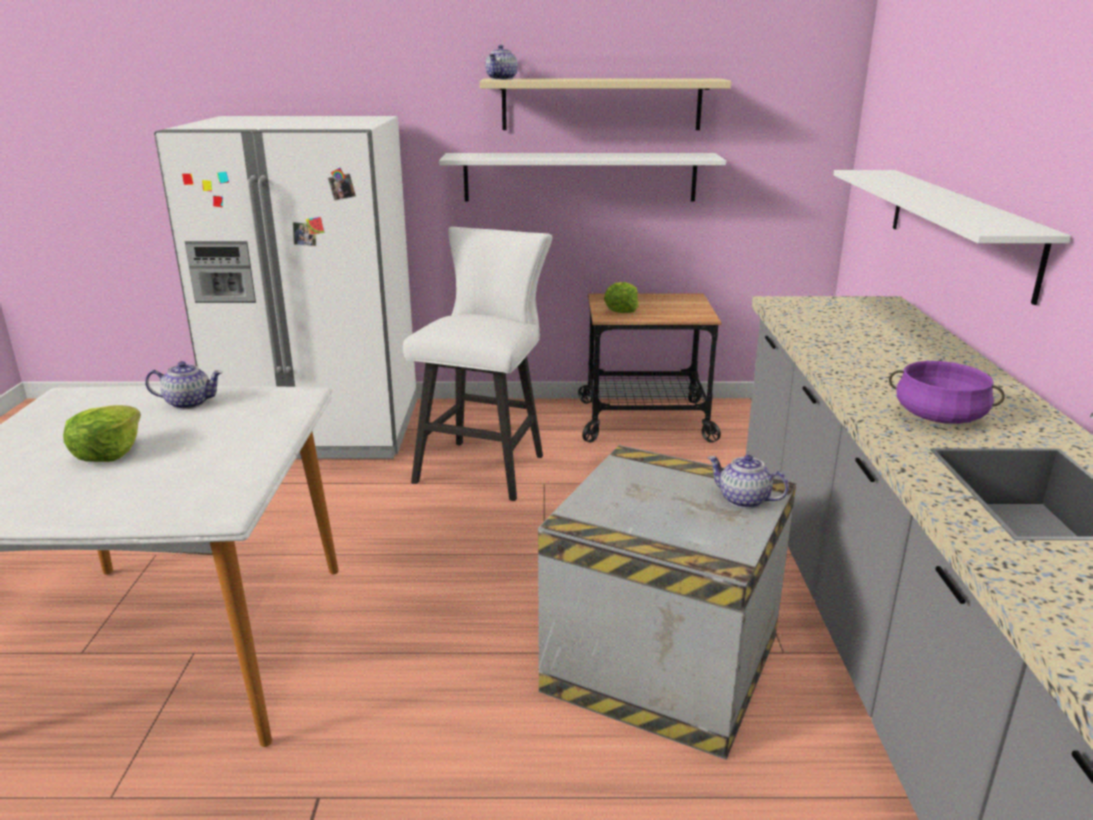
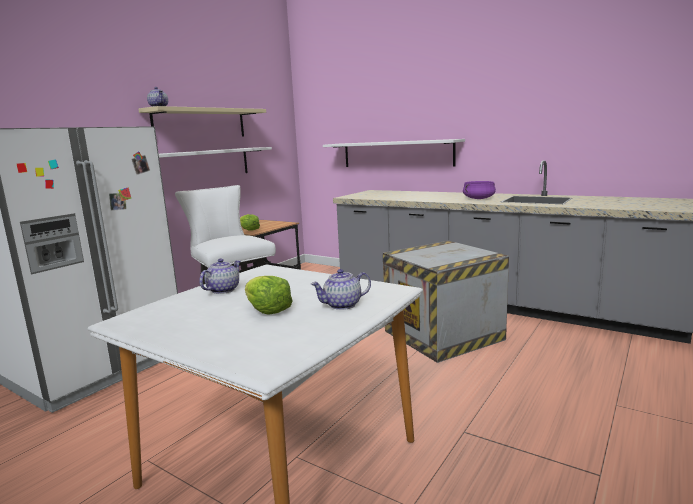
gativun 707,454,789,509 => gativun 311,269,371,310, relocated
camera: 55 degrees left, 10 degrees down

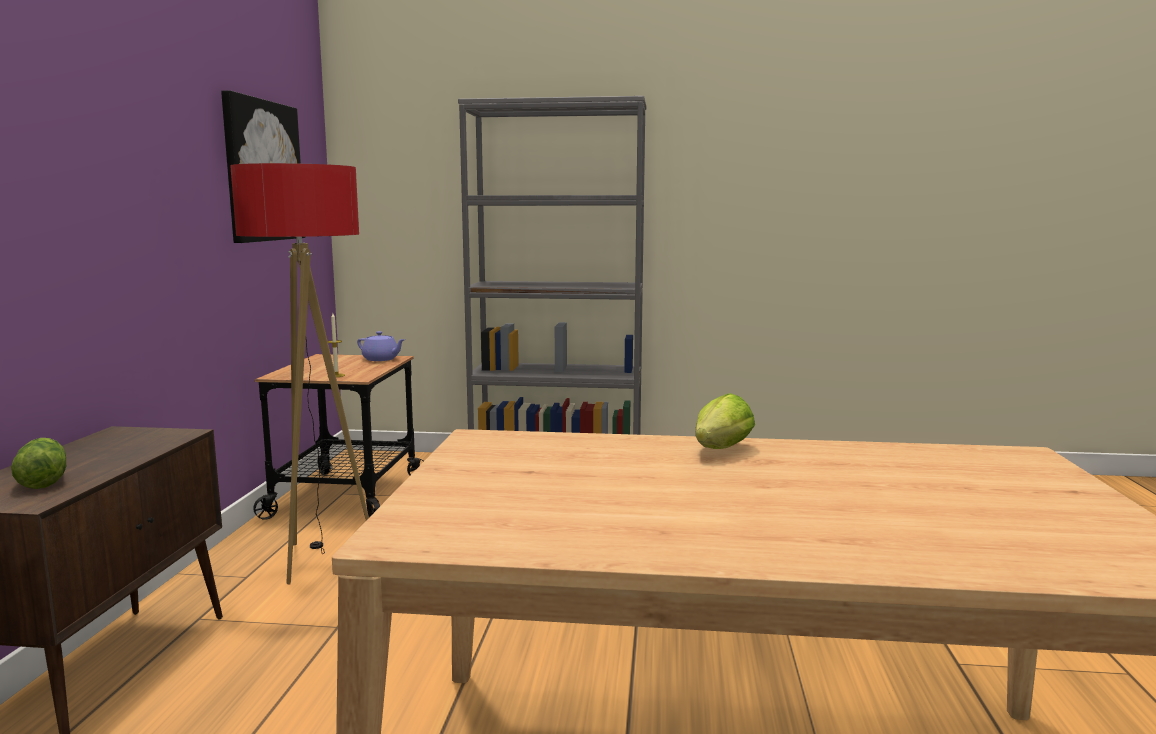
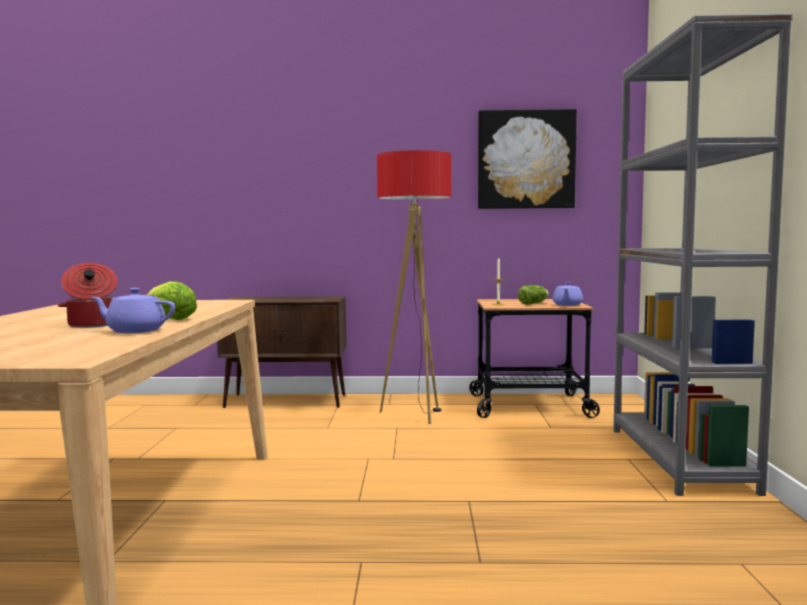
nothing => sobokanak 58,263,117,328
nothing => purple_gativun 91,288,175,333
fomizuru 11,438,66,489 => fomizuru 518,285,549,304, relocated
camera: 85 degrees right, 5 degrees down

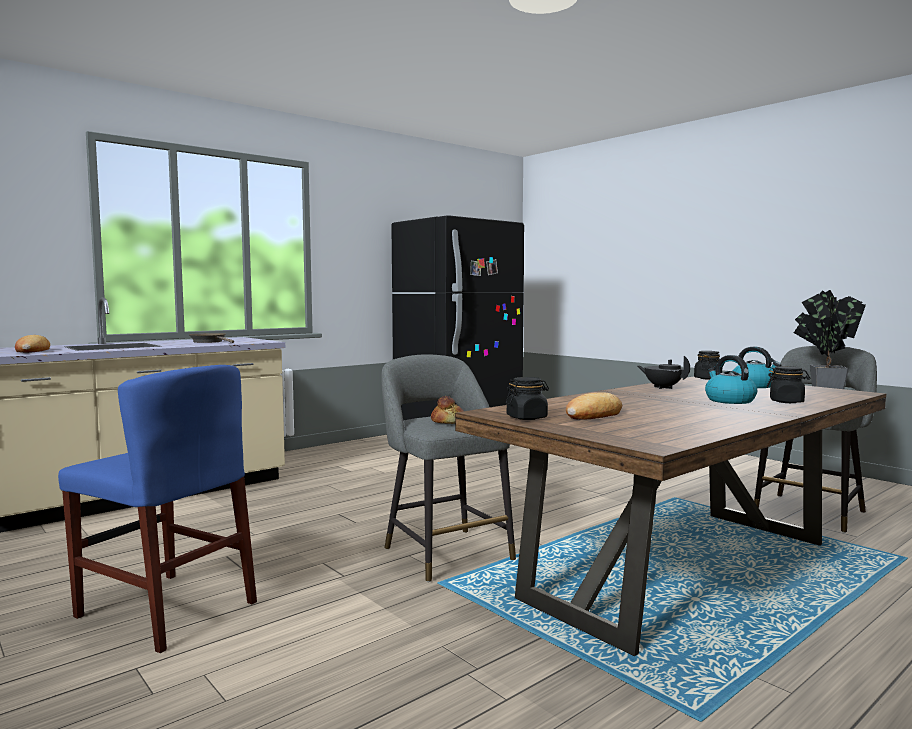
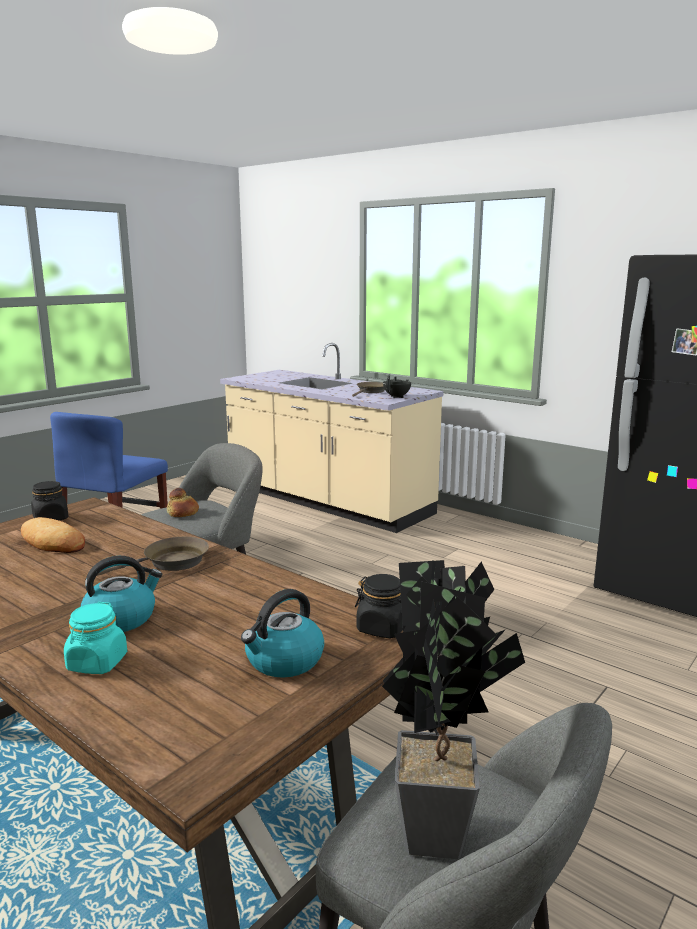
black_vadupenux 766,366,810,403 => turquoise_vadupenux 64,602,127,674
nothing => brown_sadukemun 97,537,209,576
black_gativun 638,356,690,389 => black_gativun 383,374,411,398, relocated
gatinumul 15,335,50,353 => nothing
camera: 80 degrees right, 10 degrees up

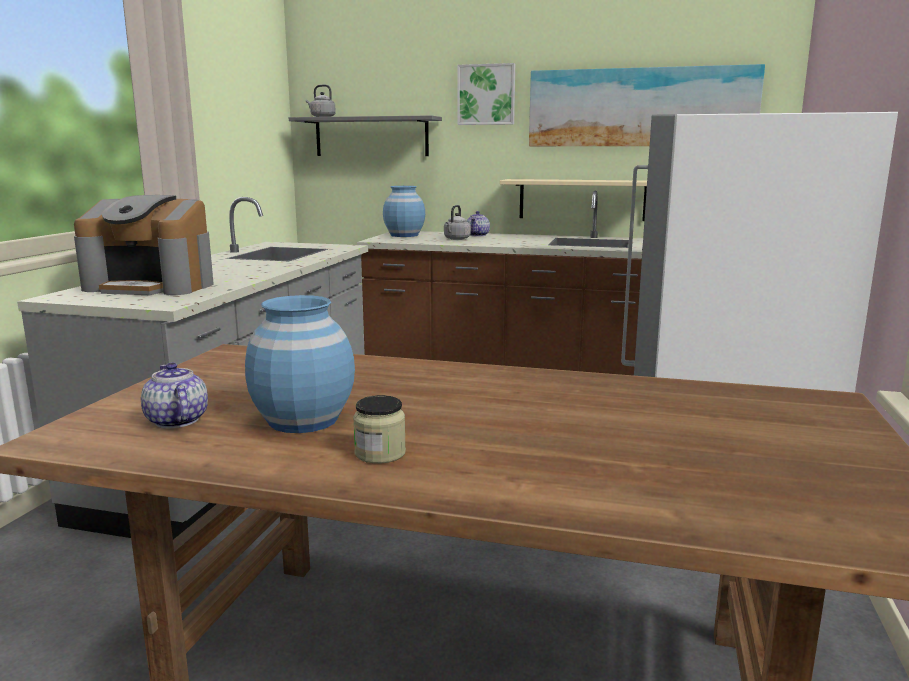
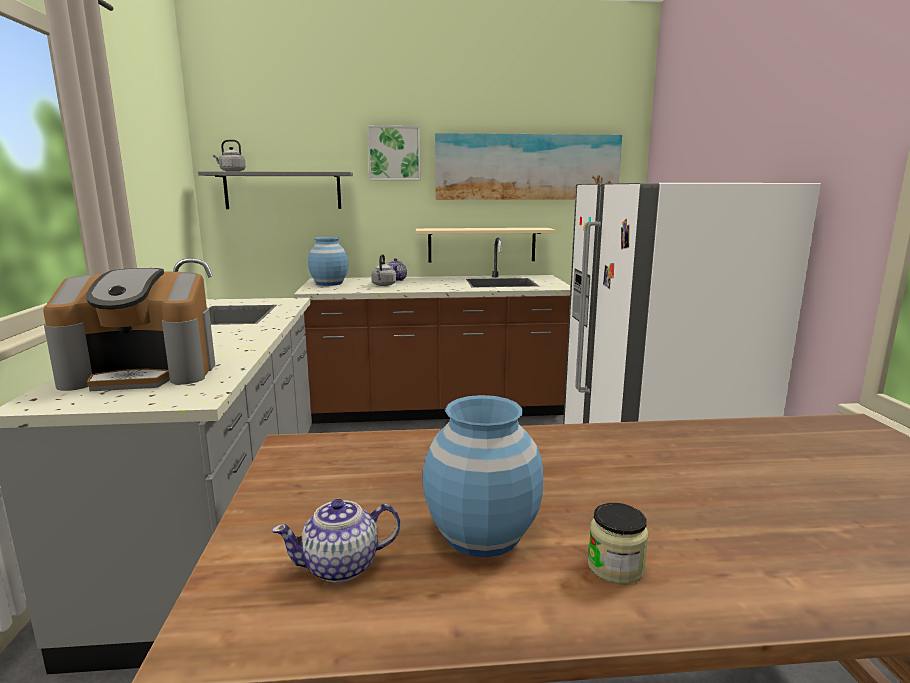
gativun 141,363,208,428 => gativun 271,499,401,583, 60 degrees counterclockwise
camera: 20 degrees left, 0 degrees up

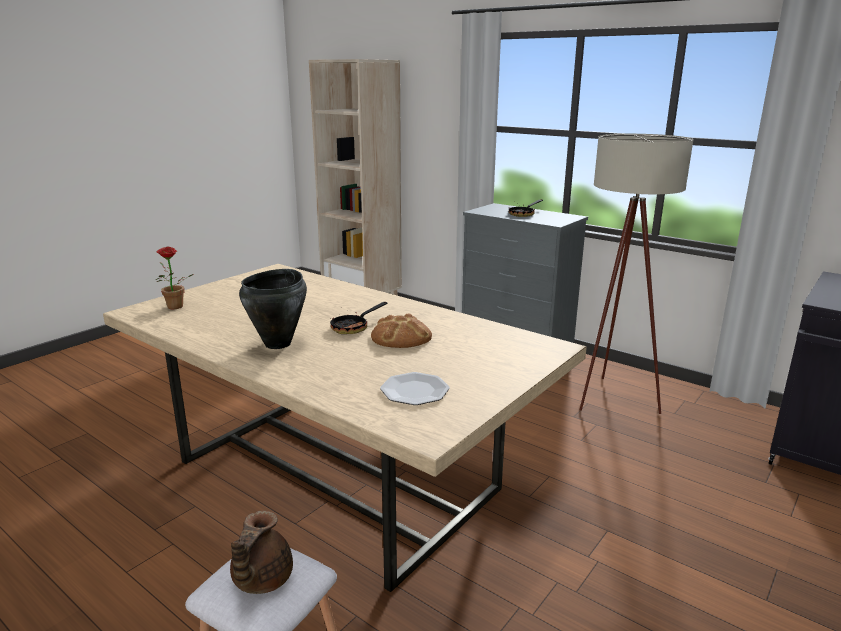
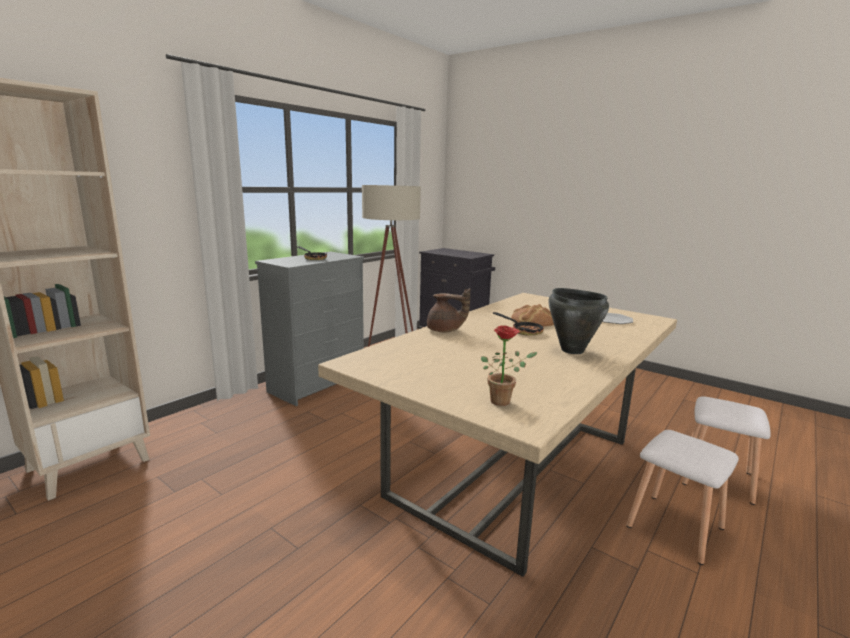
brown_gativun 230,511,293,594 => brown_gativun 427,288,470,333, relocated
nothing => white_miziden 626,430,739,565
camera: 90 degrees left, 5 degrees down

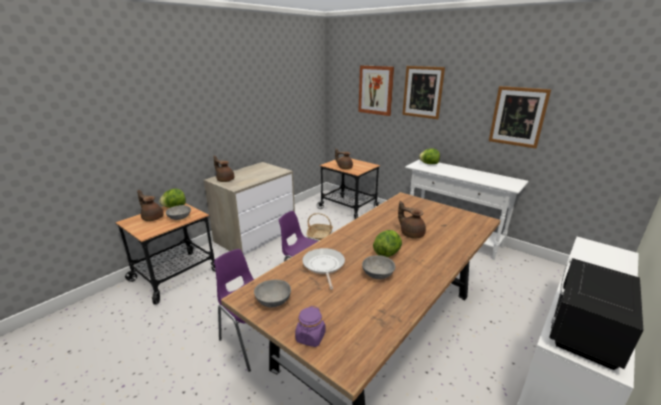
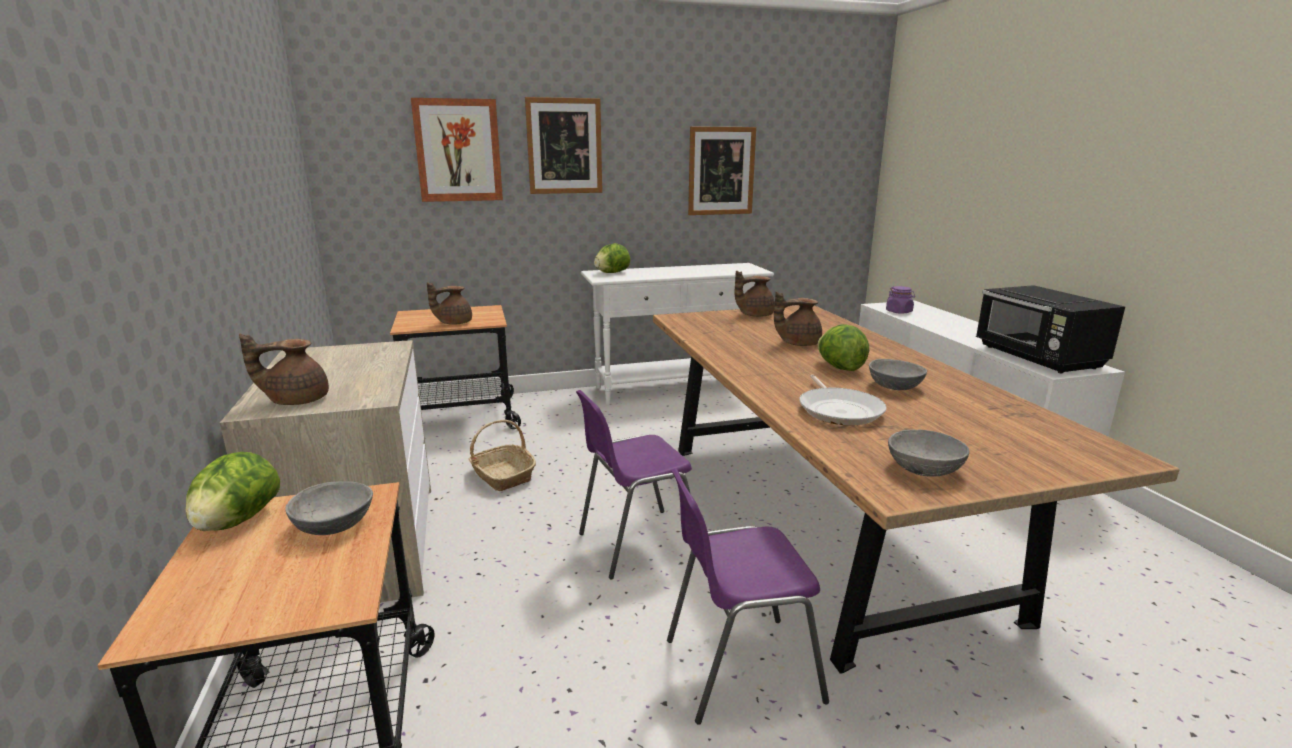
brown_gativun 137,190,164,221 => brown_gativun 734,271,775,317, relocated
sadukemun 302,248,345,290 => sadukemun 799,375,887,425, 120 degrees counterclockwise
purple_vadupenux 295,306,326,347 => purple_vadupenux 886,286,915,314, relocated
camera: 55 degrees left, 5 degrees down

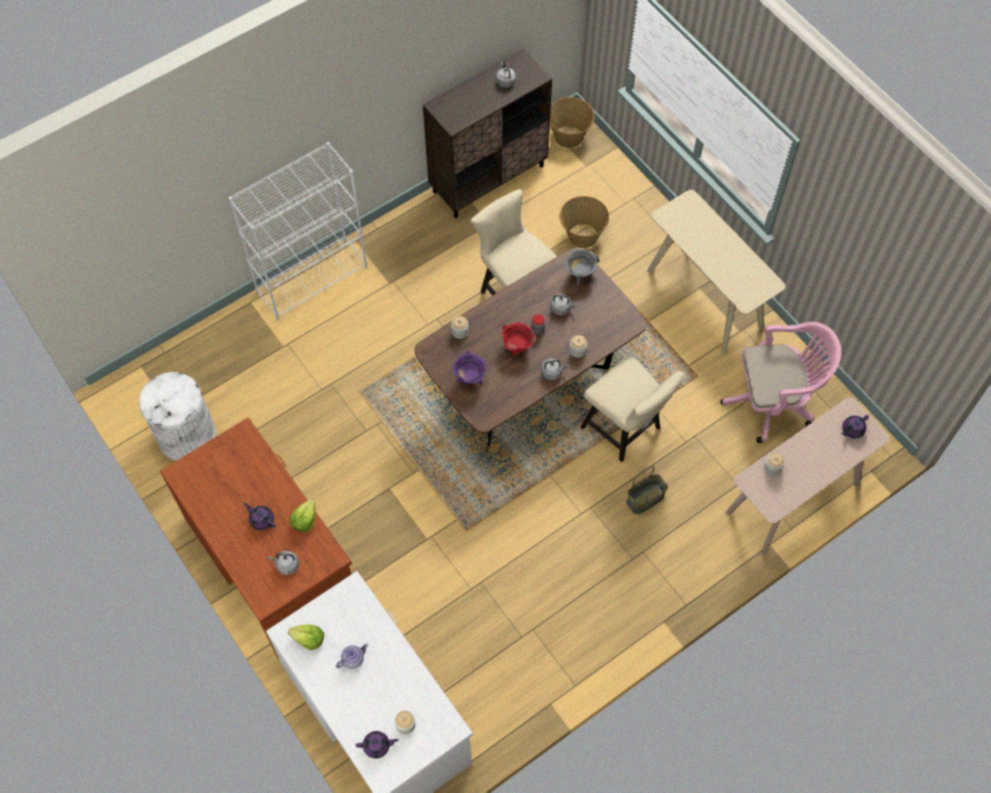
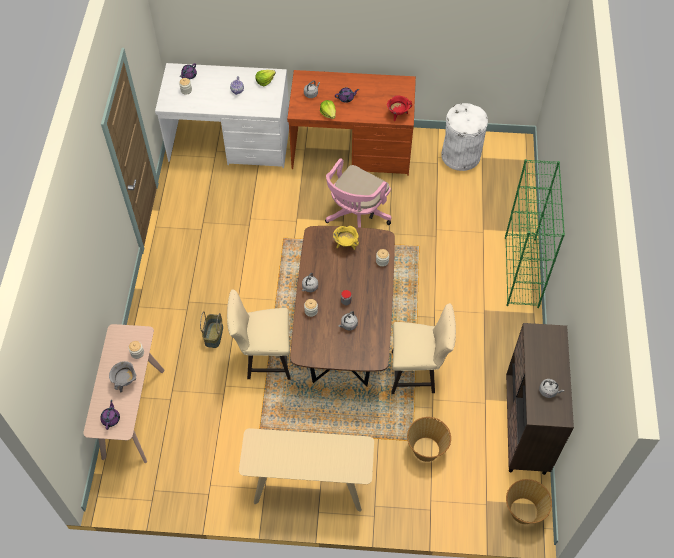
grey_sobokanak 565,249,600,285 => grey_sobokanak 109,361,136,392, relocated
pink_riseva 720,322,841,443 => pink_riseva 325,158,392,228, relocated
purple_sobokanak 452,350,486,385 => yellow_sobokanak 333,226,359,250
red_sobokanak 502,323,535,356 => red_sobokanak 387,95,412,121, relocated
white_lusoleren 229,142,367,321 => green_lusoleren 505,159,565,308
camera: 130 degrees right, 5 degrees down

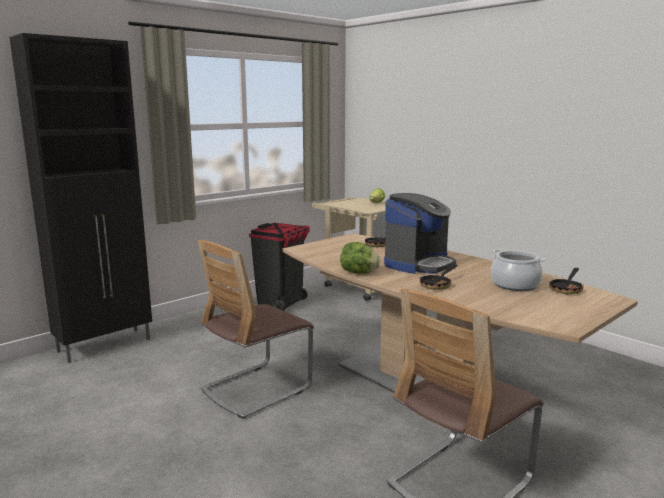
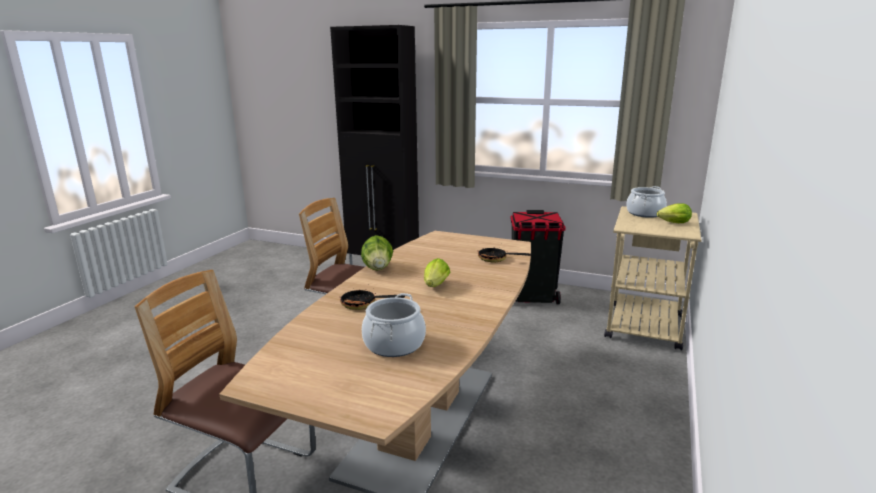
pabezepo 384,193,456,274 => fomizuru 424,258,450,287
nothing => sobokanak 626,186,667,218
sadukemun 549,268,584,294 => nothing
camera: 65 degrees right, 5 degrees up

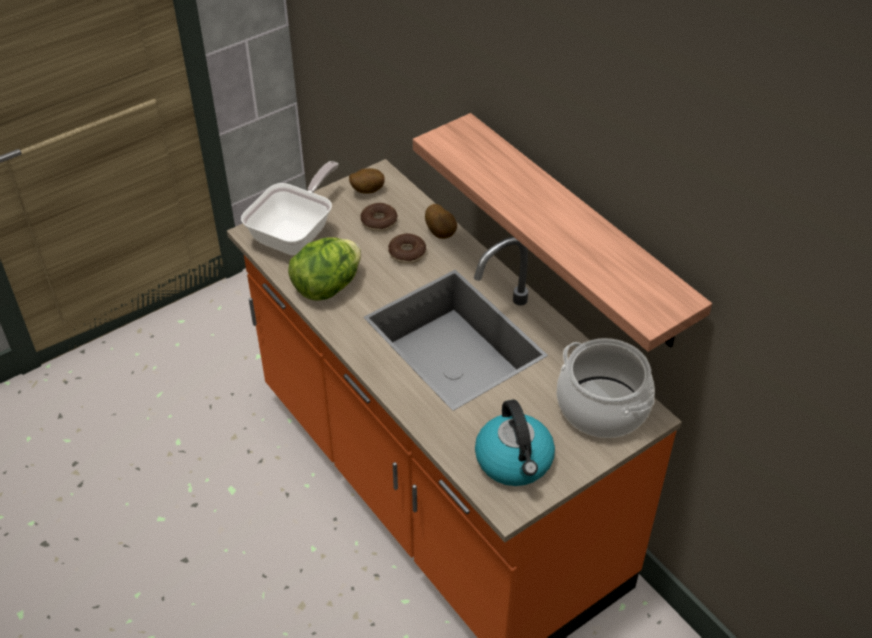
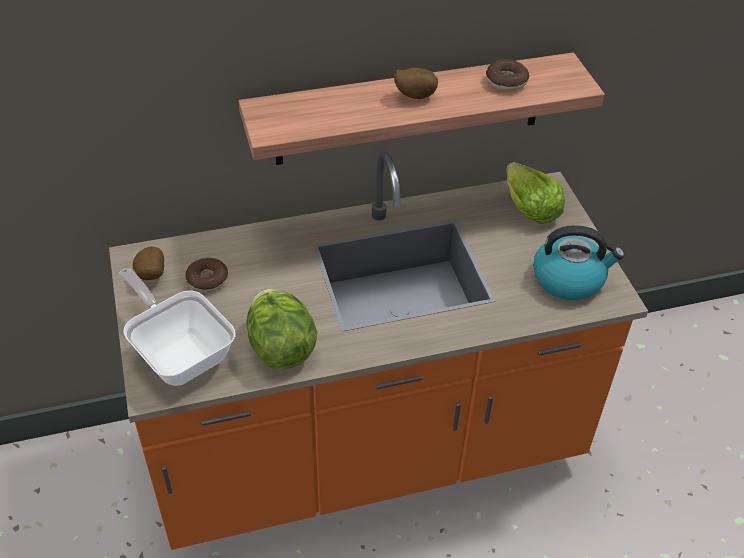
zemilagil 425,204,457,239 => zemilagil 394,67,438,99, relocated
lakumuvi 388,234,426,264 => lakumuvi 486,59,529,91, relocated
sobokanak 556,338,655,438 => fomizuru 507,162,565,224
camera: 70 degrees left, 0 degrees up

